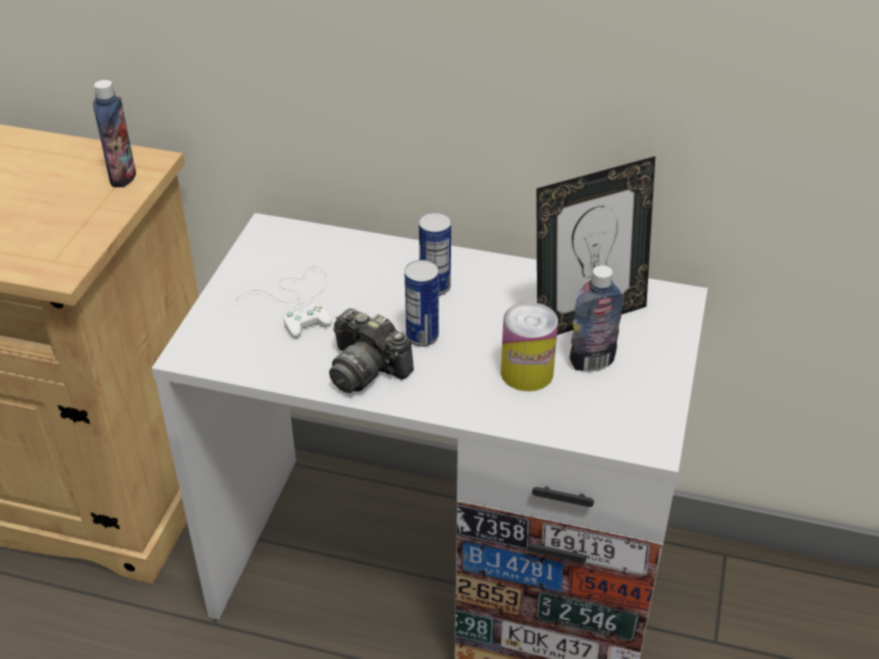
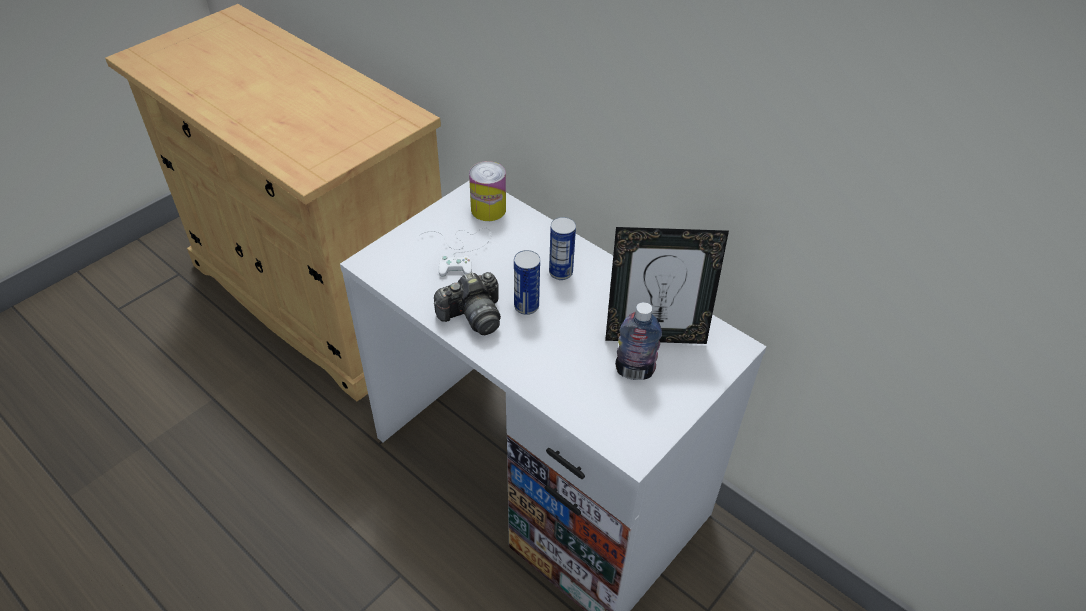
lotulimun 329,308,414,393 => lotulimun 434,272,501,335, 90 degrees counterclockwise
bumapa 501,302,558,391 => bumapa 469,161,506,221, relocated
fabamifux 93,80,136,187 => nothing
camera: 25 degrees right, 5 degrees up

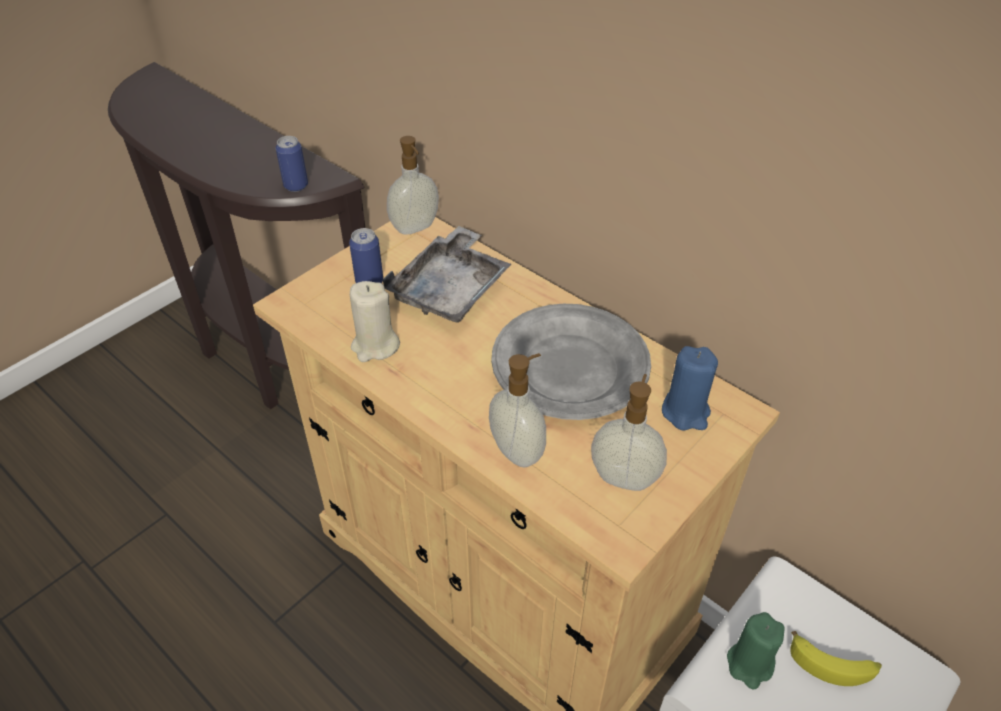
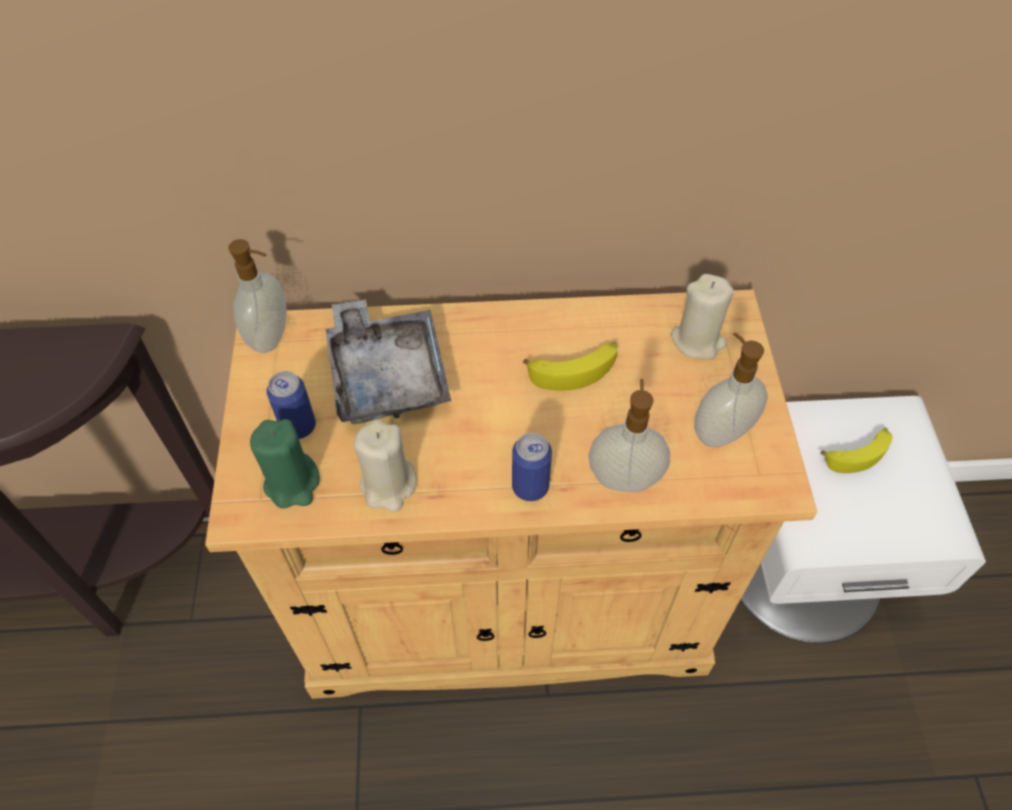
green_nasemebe 727,612,785,690 => green_nasemebe 250,419,320,509, relocated
bumapa 276,136,308,192 => bumapa 512,433,552,501, relocated
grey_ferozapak 491,304,651,420 => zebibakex 523,342,618,391
blue_nasemebe 662,346,718,431 => beige_nasemebe 671,274,734,360
camera: 45 degrees left, 10 degrees up

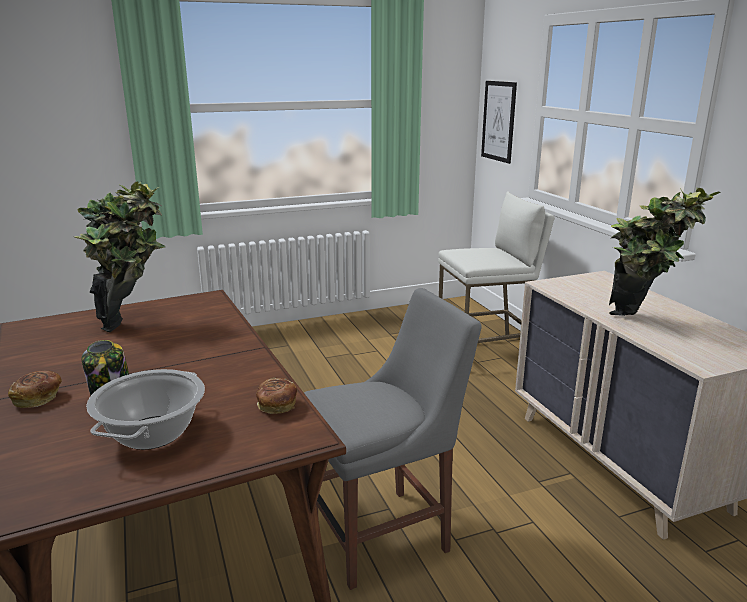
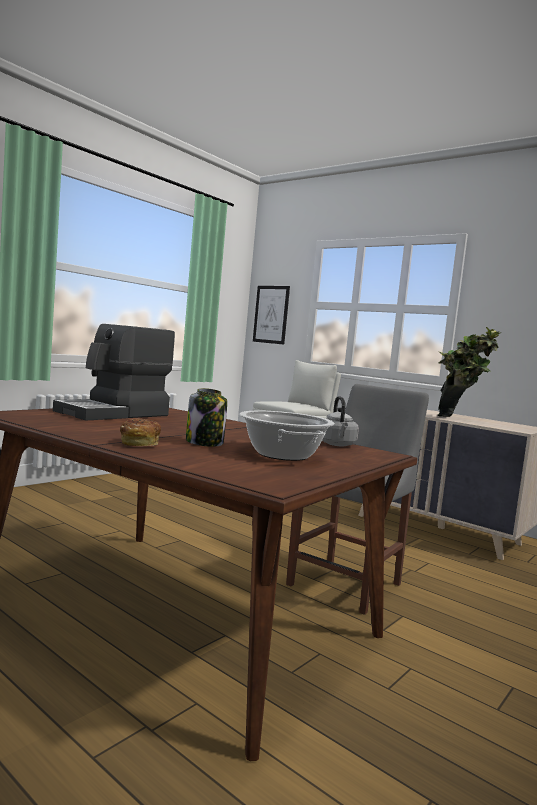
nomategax 75,181,165,332 => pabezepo 53,324,175,421
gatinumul 256,377,297,414 => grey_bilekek 322,396,359,446
camera: 30 degrees left, 15 degrees down

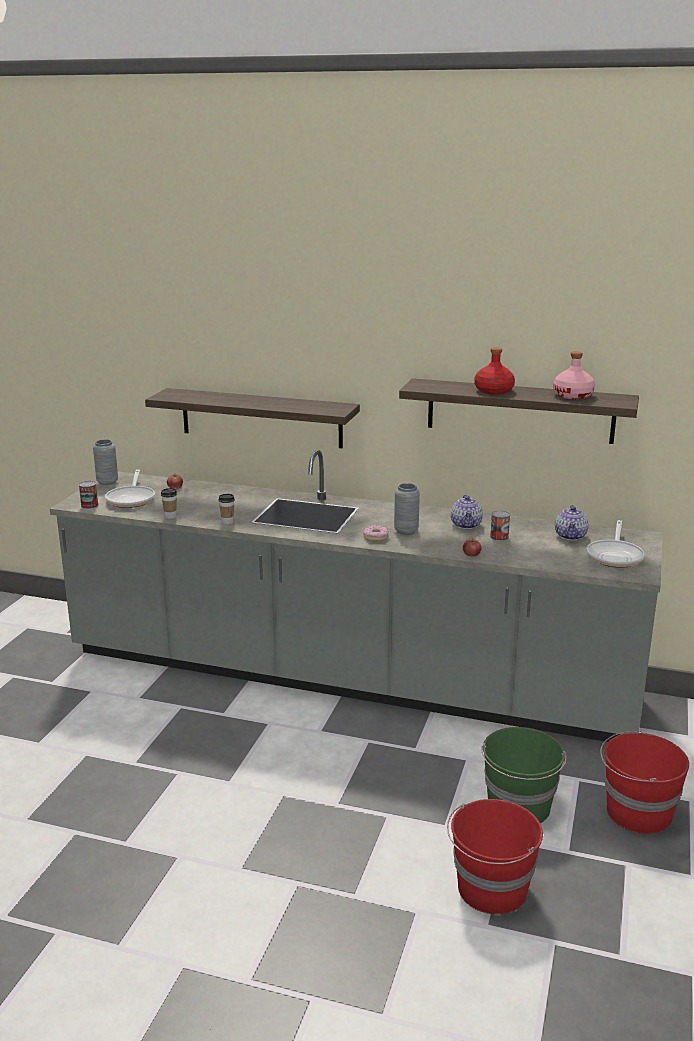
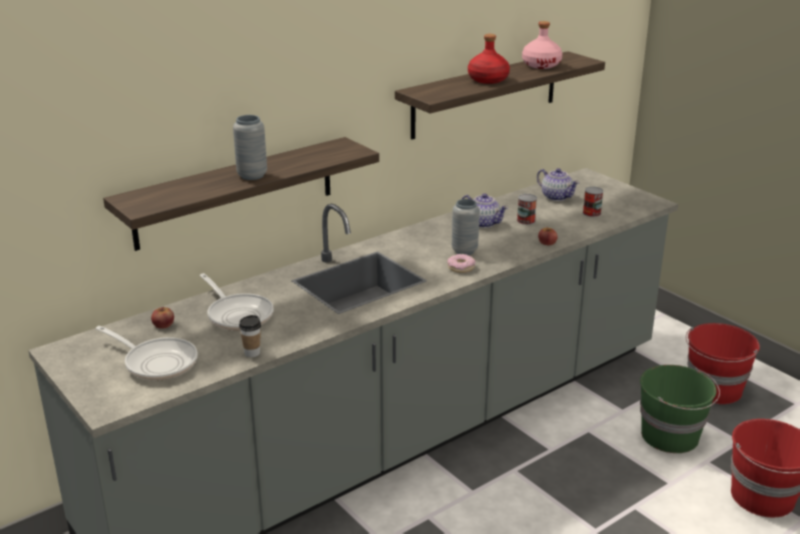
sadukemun 587,520,645,568 => sadukemun 200,273,274,331, relocated
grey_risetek 93,439,118,485 => grey_risetek 233,115,267,180, relocated
bumapa 79,481,98,509 => bumapa 583,187,603,217, relocated
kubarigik 218,494,235,524 => nothing
camera: 55 degrees left, 5 degrees up

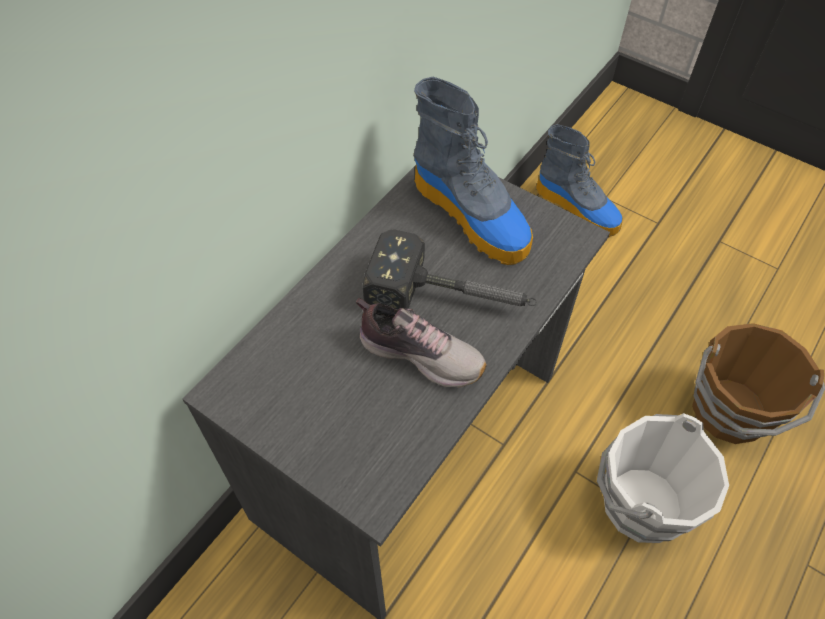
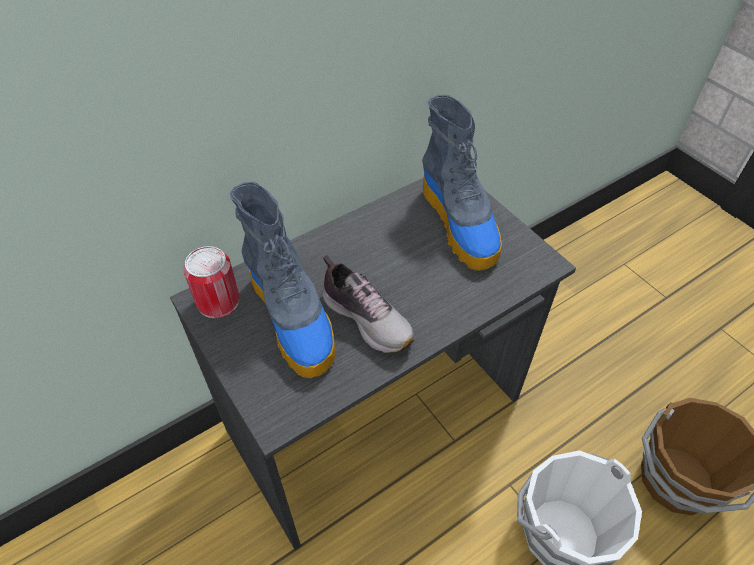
nothing => bumapa 183,246,239,318
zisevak 536,124,623,237 => zisevak 230,182,335,378, relocated
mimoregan 363,229,537,309 => nothing
camera: 20 degrees right, 5 degrees down

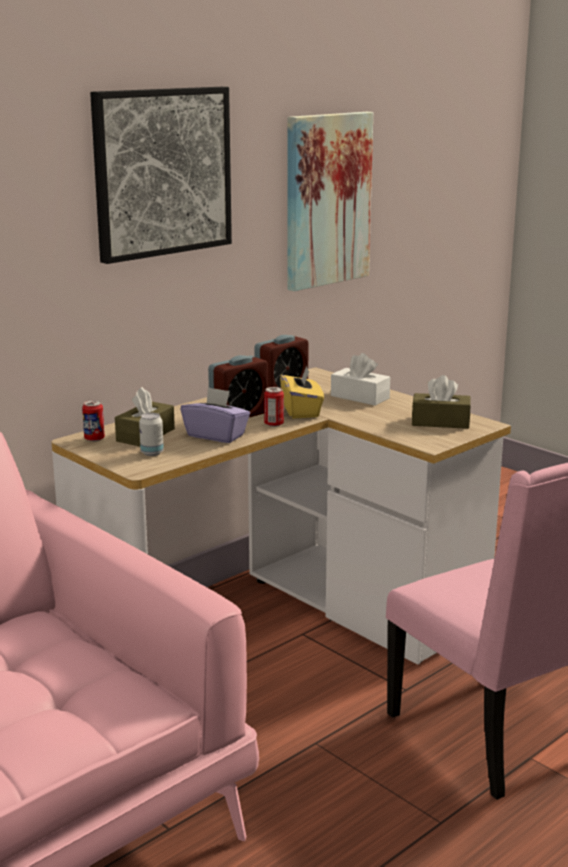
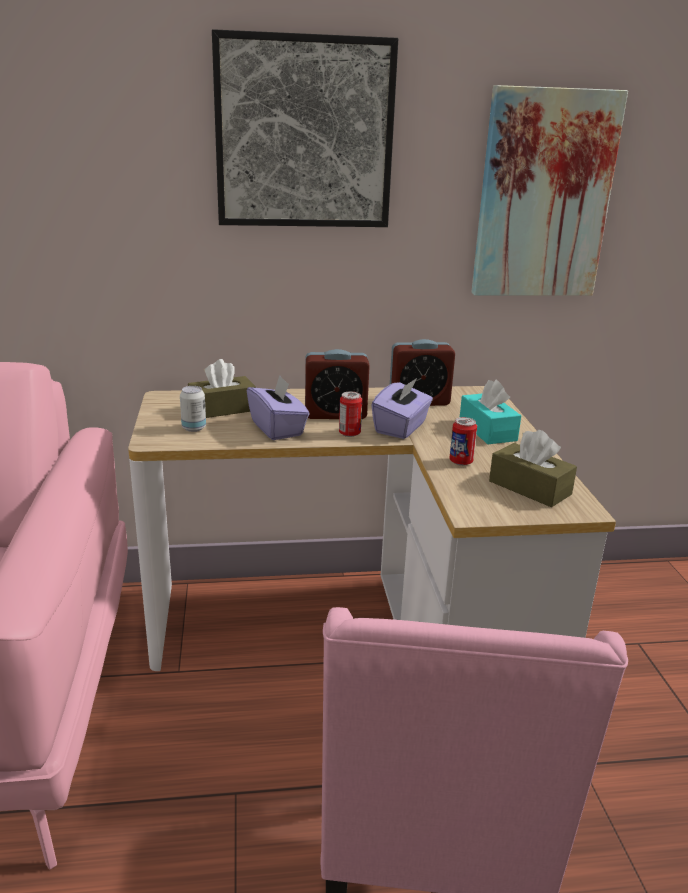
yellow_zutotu 280,366,324,419 => purple_zutotu 371,378,433,439
bumapa 82,400,105,442 => bumapa 449,417,477,466, relocated
white_zutotu 331,353,390,406 => turquoise_zutotu 460,379,521,444
camera: 35 degrees right, 5 degrees up

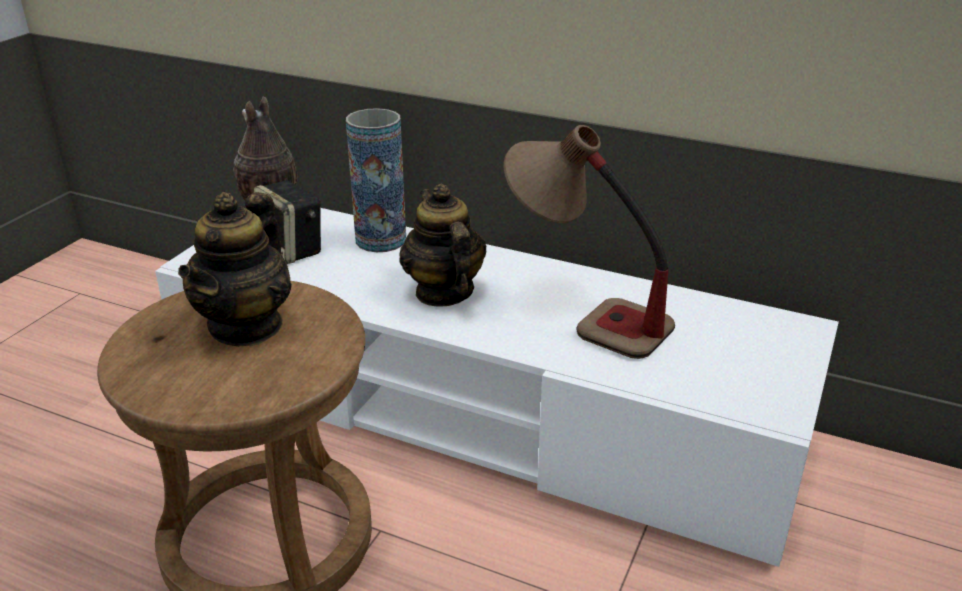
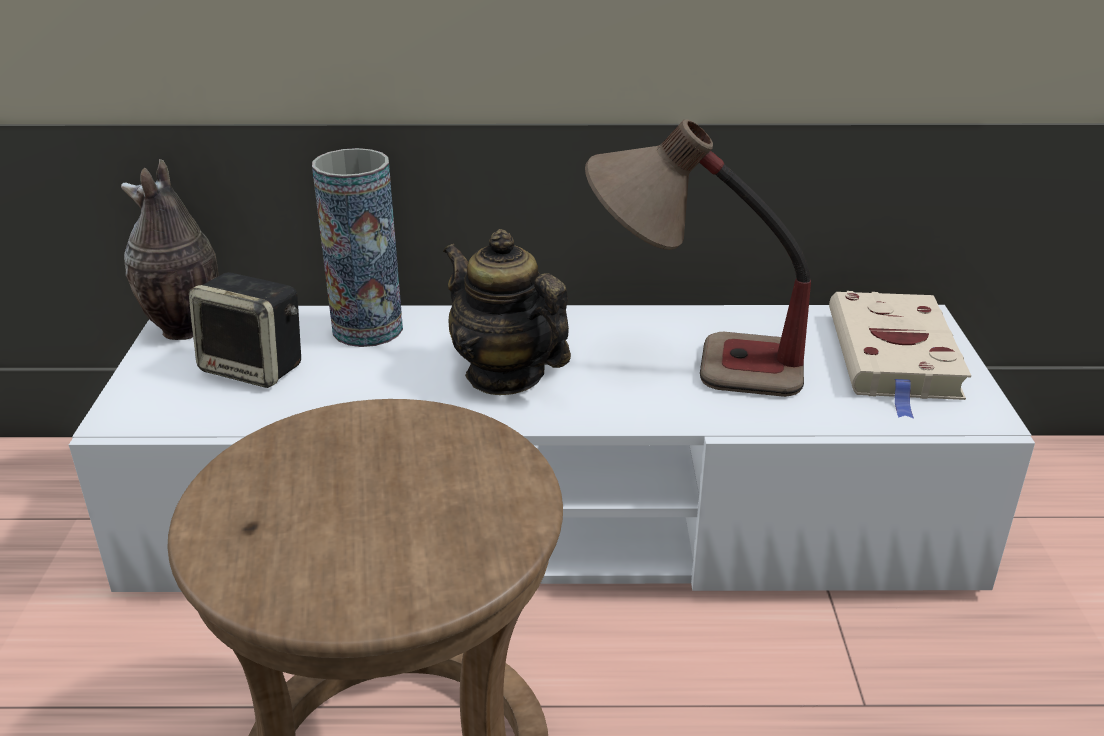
nothing => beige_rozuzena 829,291,971,419
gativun 178,192,292,346 => nothing
camera: 25 degrees left, 0 degrees up

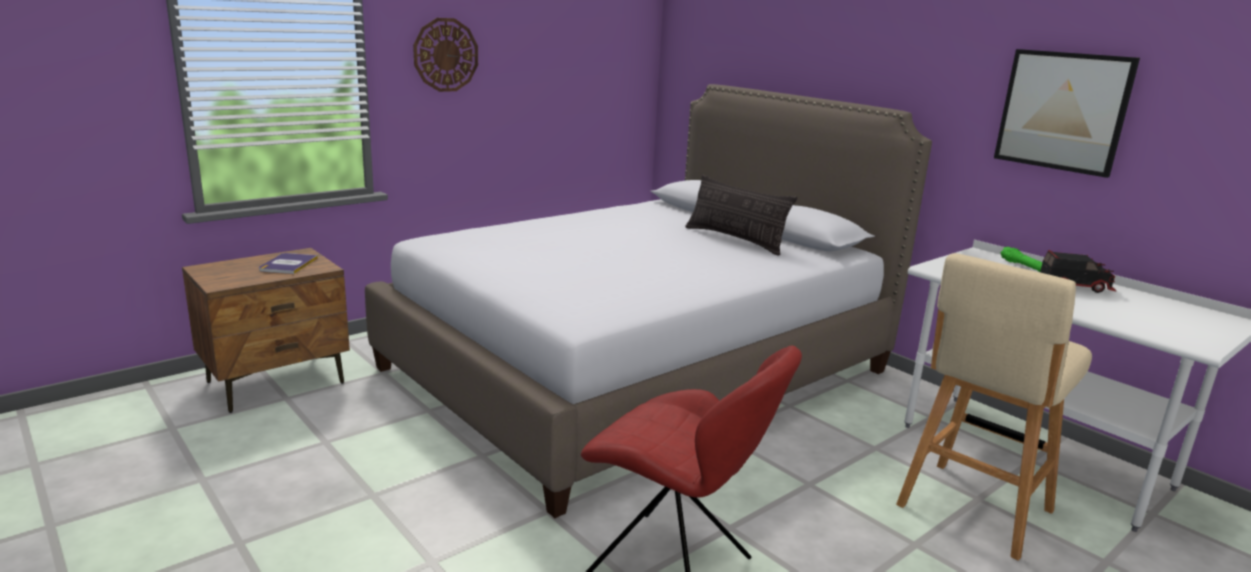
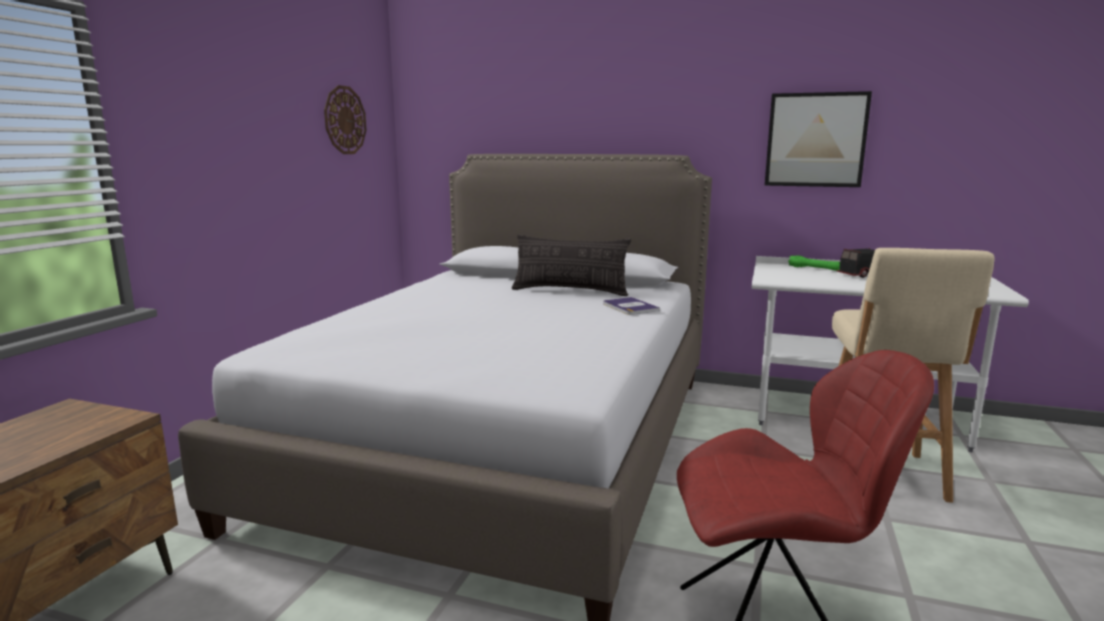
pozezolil 413,18,478,92 => pozezolil 324,85,367,154, relocated
rozuzena 259,253,318,274 => rozuzena 603,297,660,315, relocated
camera: 30 degrees left, 5 degrees down

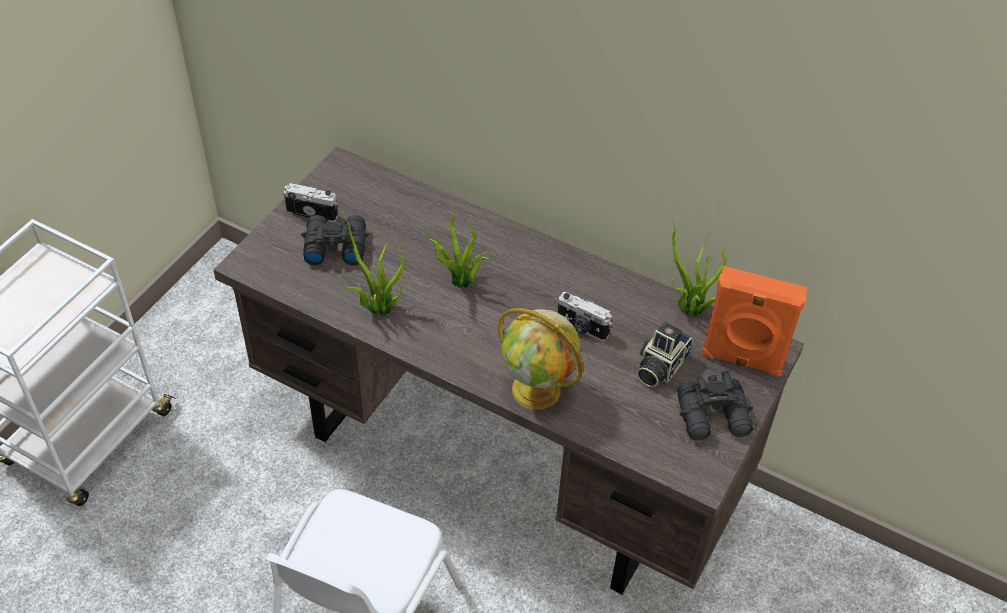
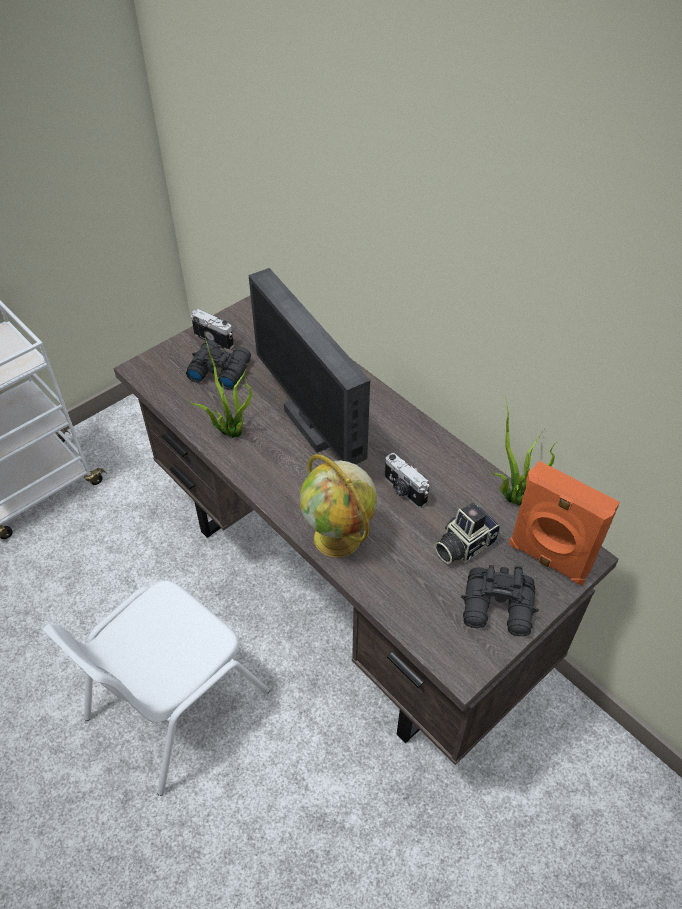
nomategax 425,207,492,288 => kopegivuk 248,268,370,465
camera: 20 degrees right, 0 degrees up

